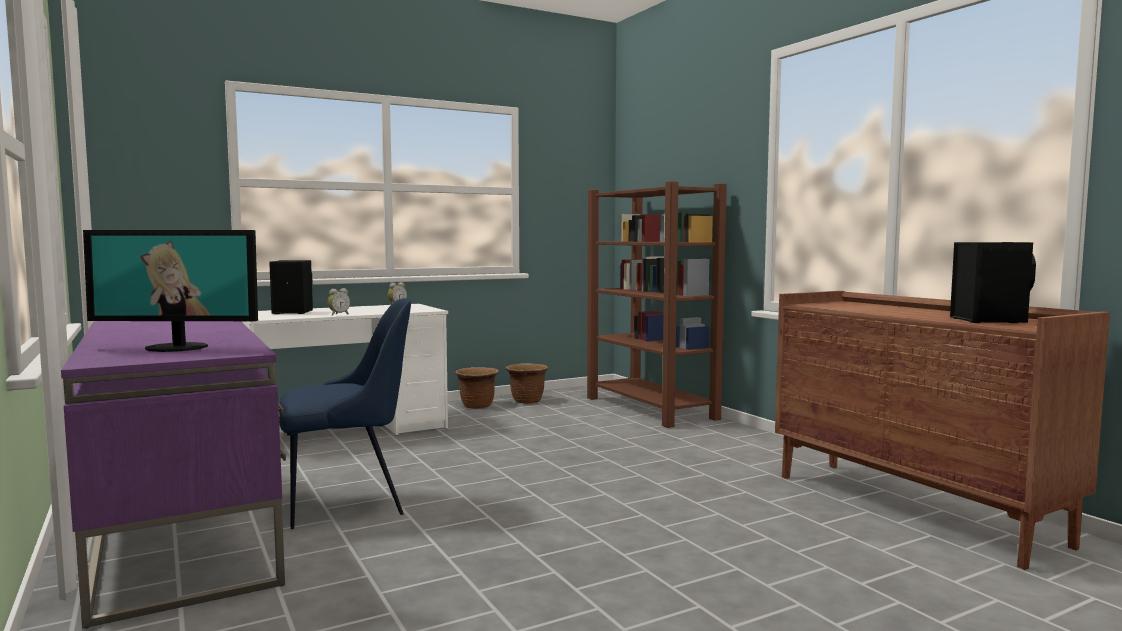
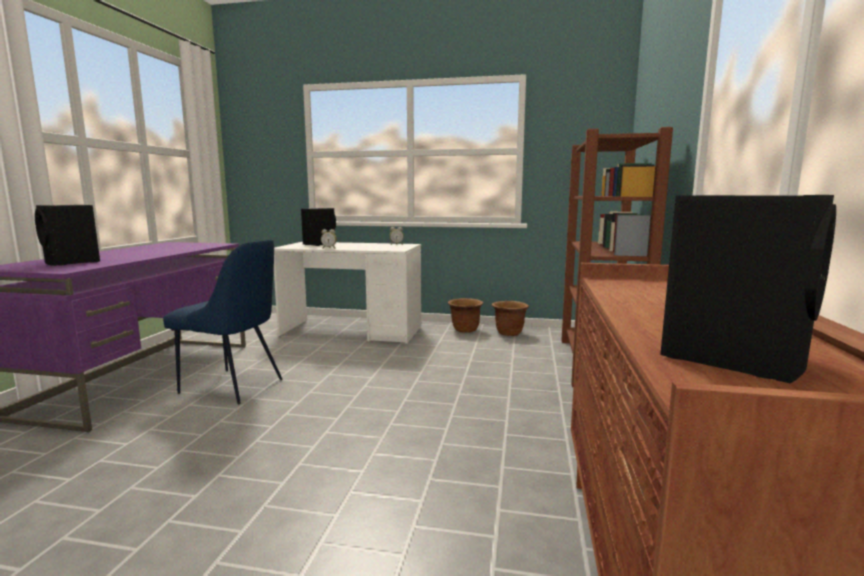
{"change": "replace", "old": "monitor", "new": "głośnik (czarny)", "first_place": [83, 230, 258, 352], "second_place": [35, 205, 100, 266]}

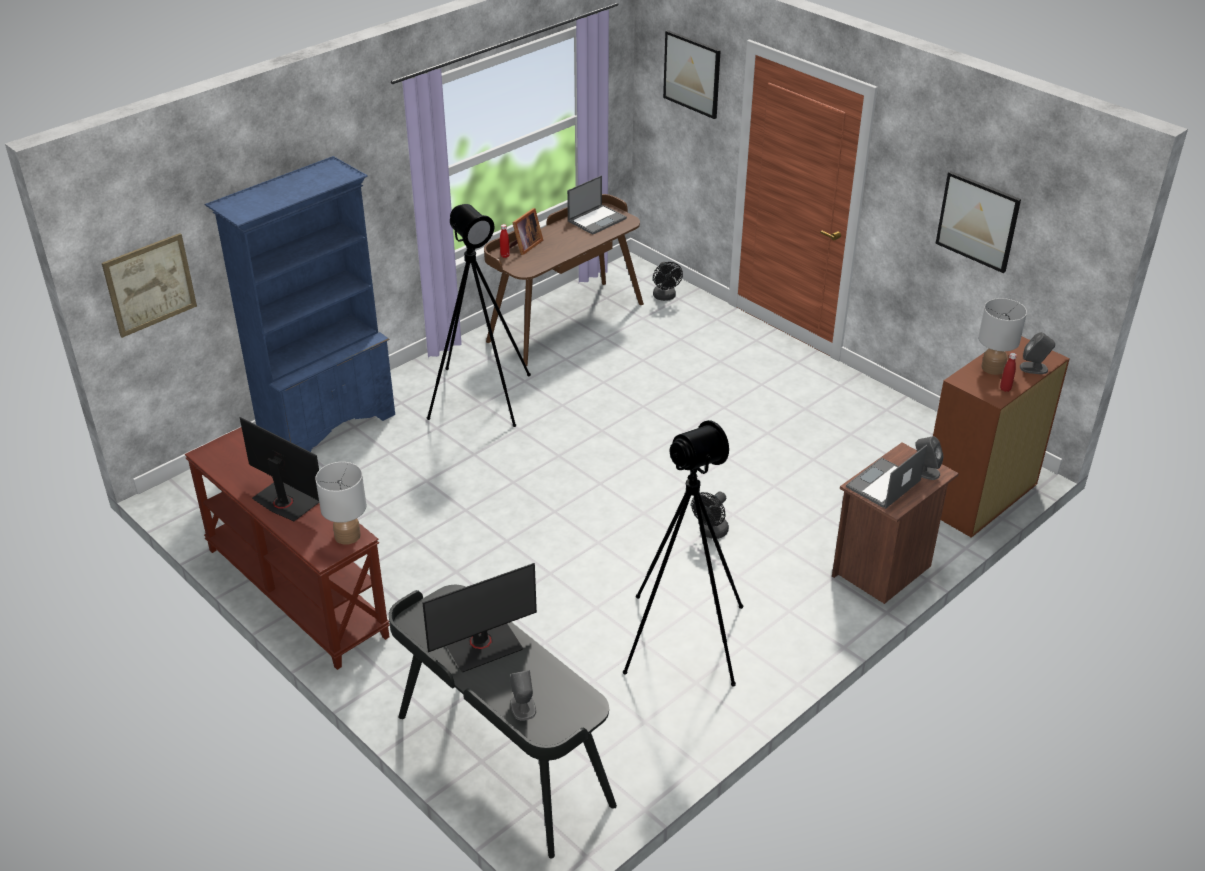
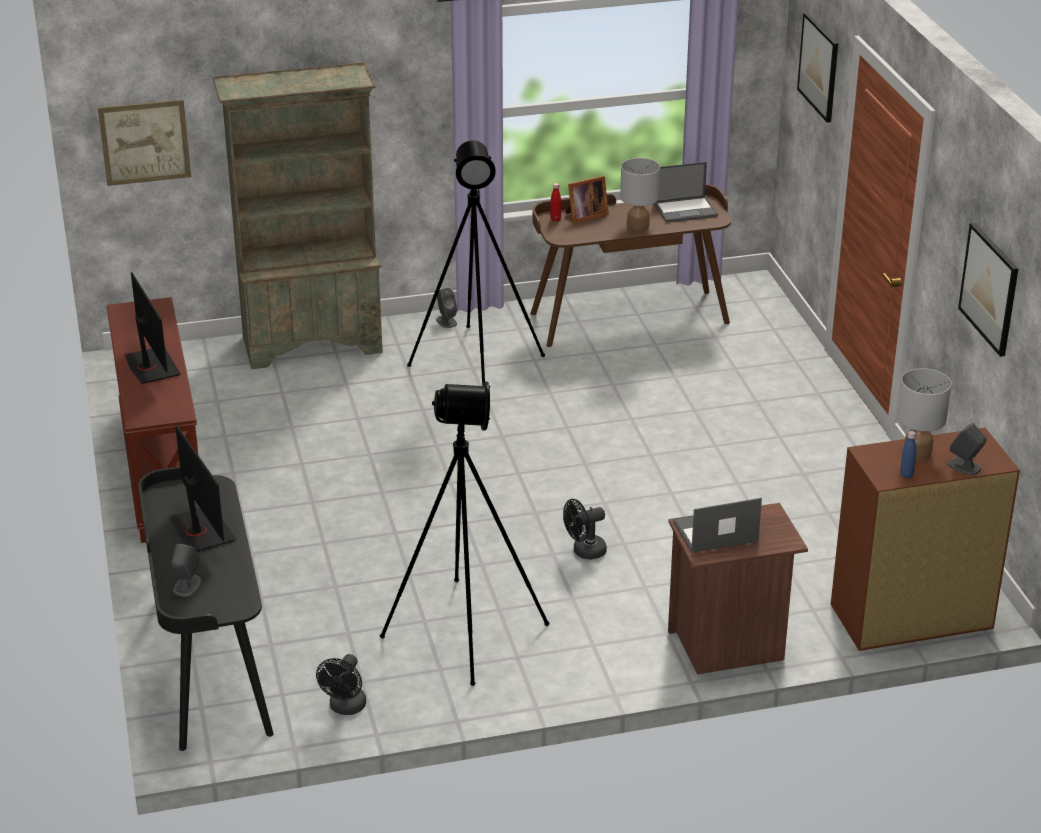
{"change": "recolor", "old": "regał (niebieski)", "new": "regał (zielony)", "first_place": [205, 156, 395, 452], "second_place": [212, 62, 383, 369]}
{"change": "move", "old": "lampa stołowa (szary)", "first_place": [315, 462, 366, 545], "second_place": [620, 158, 660, 231]}
{"change": "rotate", "old": "monitor", "first_place": [422, 563, 537, 672], "second_place": [170, 425, 236, 552], "degrees": -120}
{"change": "move", "old": "wentylator (czarny)", "first_place": [653, 262, 683, 301], "second_place": [316, 654, 366, 715]}
{"change": "move", "old": "głośnik (szary)", "first_place": [915, 436, 944, 480], "second_place": [436, 288, 457, 328]}
{"change": "recolor", "old": "butelka (czerwony)", "new": "butelka (niebieski)", "first_place": [1000, 353, 1017, 392], "second_place": [900, 431, 916, 478]}

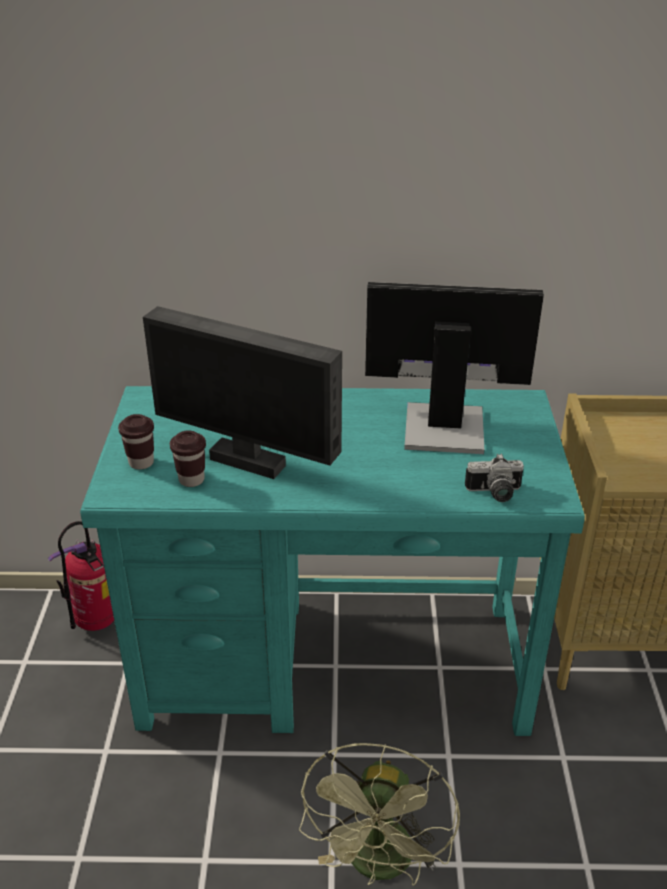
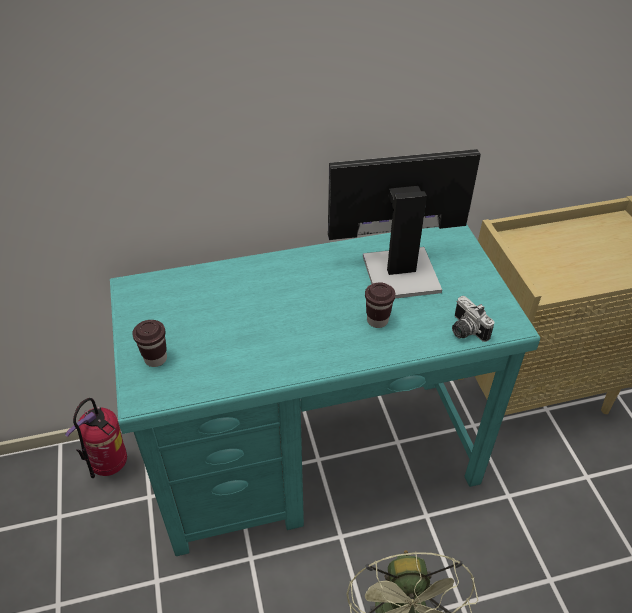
{"change": "delete", "old": "monitor", "first_place": [143, 306, 342, 479]}
{"change": "move", "old": "filiżanka (brązowy)", "first_place": [170, 430, 206, 487], "second_place": [365, 282, 395, 328]}
{"change": "rotate", "old": "aparat fotograficzny", "first_place": [465, 454, 524, 502], "second_place": [452, 296, 494, 342], "degrees": 75}

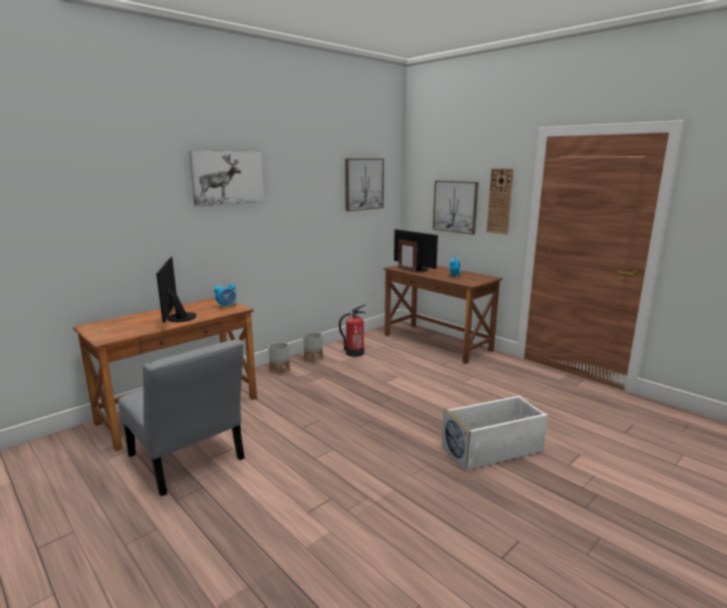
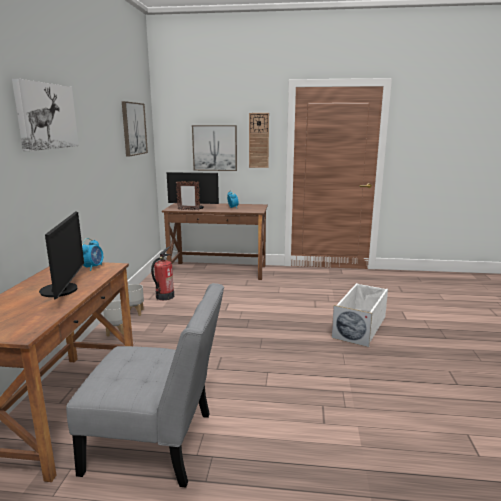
{"change": "rotate", "old": "monitor", "first_place": [156, 257, 197, 323], "second_place": [39, 211, 84, 300], "degrees": -135}

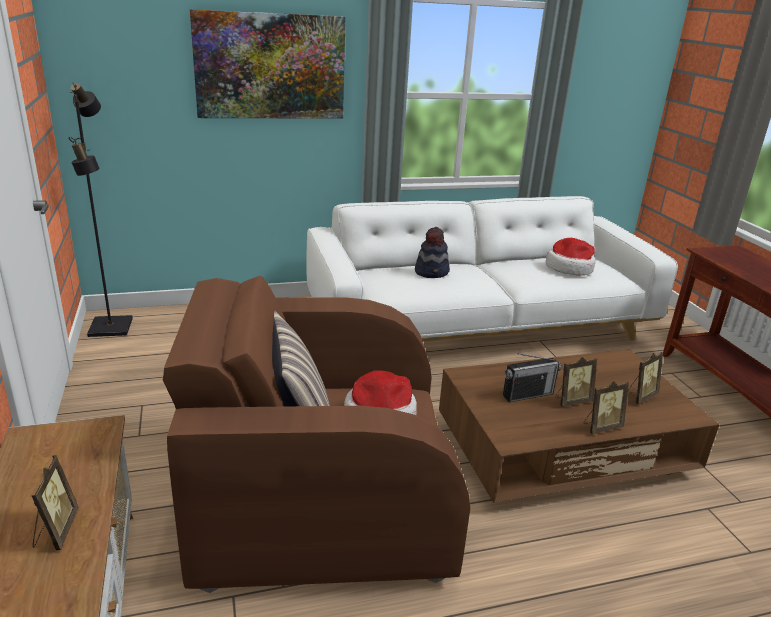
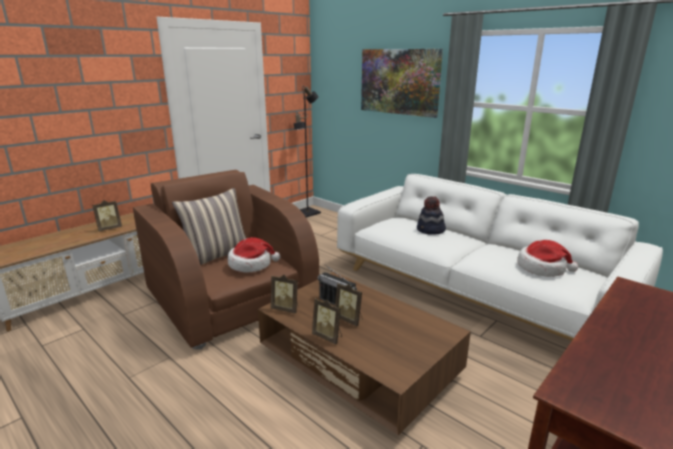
{"change": "move", "old": "ramka na zdjęcie", "first_place": [628, 352, 663, 404], "second_place": [271, 274, 299, 314]}

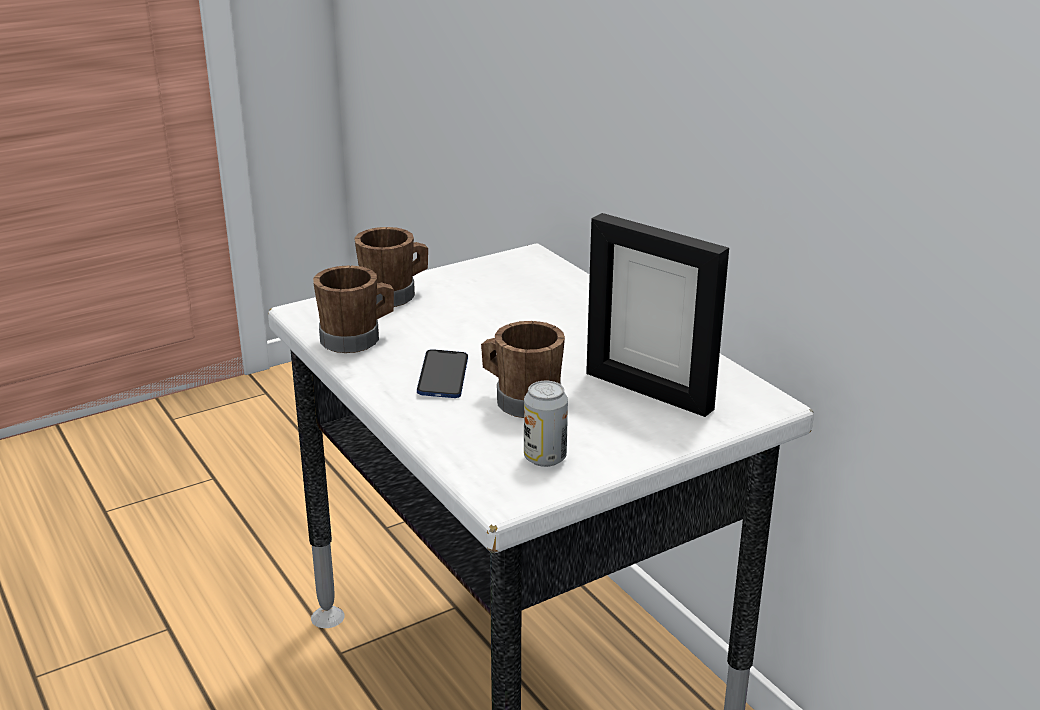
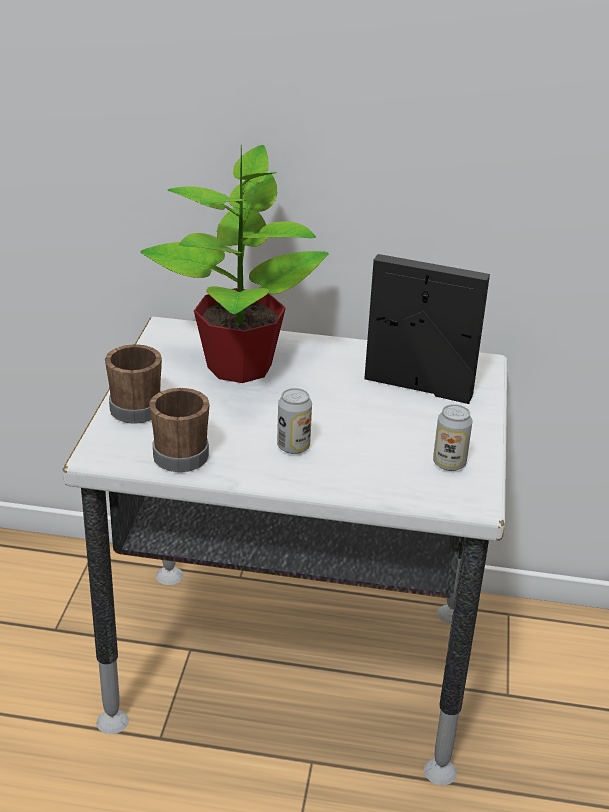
{"change": "replace", "old": "telefon", "new": "puszka", "first_place": [417, 349, 468, 398], "second_place": [277, 388, 312, 454]}
{"change": "delete", "old": "kubek (brązowy)", "first_place": [481, 321, 565, 418]}
{"change": "rotate", "old": "ramka na zdjęcie", "first_place": [586, 213, 729, 417], "second_place": [364, 254, 490, 404], "degrees": -150}
{"change": "insert", "new": "roślina doniczkowa", "second_place": [141, 145, 329, 383]}

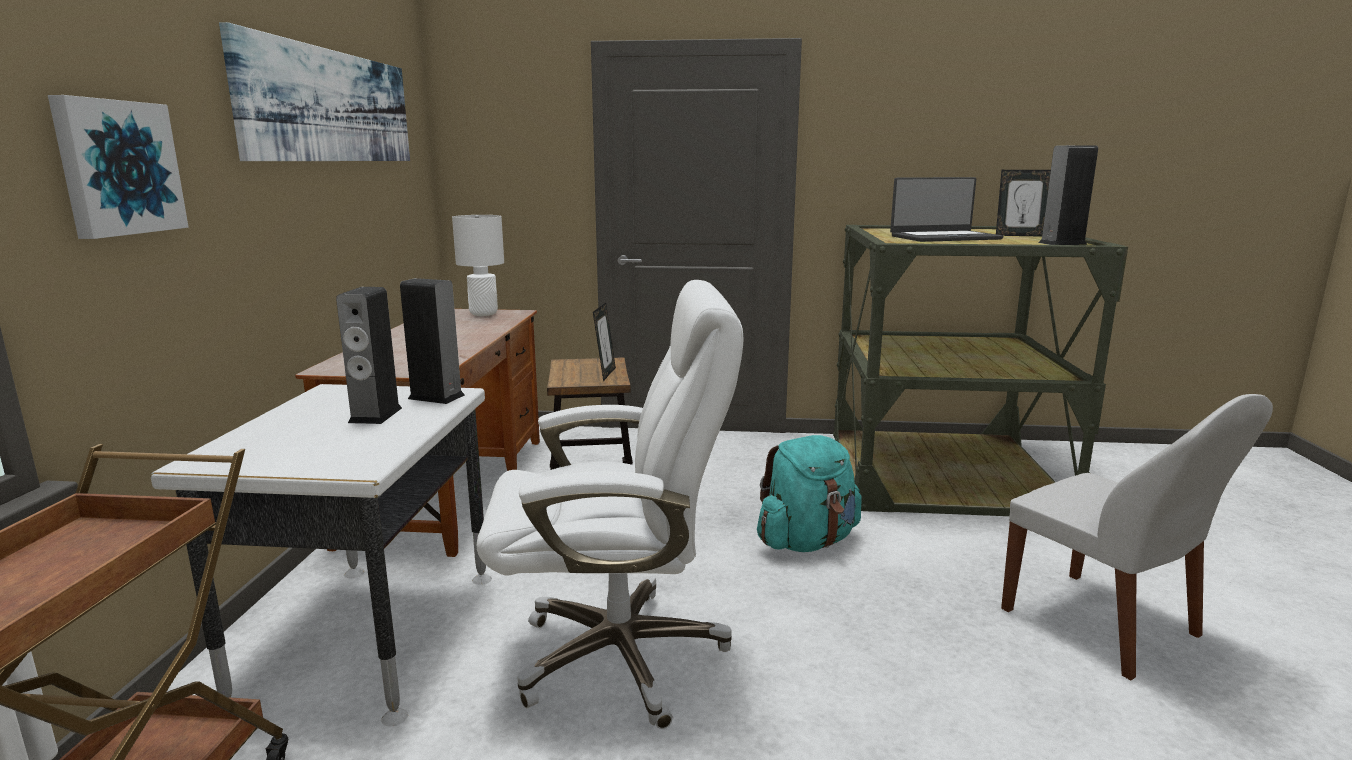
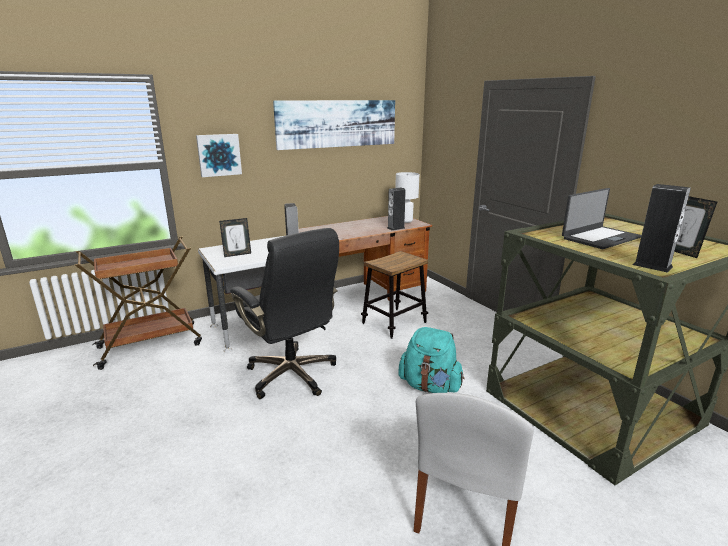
{"change": "move", "old": "głośnik", "first_place": [336, 287, 402, 424], "second_place": [387, 188, 406, 231]}
{"change": "recolor", "old": "krzesło biurowe (biały)", "new": "krzesło biurowe (czarny)", "first_place": [477, 280, 743, 729], "second_place": [230, 228, 339, 399]}
{"change": "move", "old": "ramka na zdjęcie", "first_place": [593, 303, 616, 381], "second_place": [219, 218, 251, 257]}
{"change": "rotate", "old": "laptop", "first_place": [890, 177, 1003, 242], "second_place": [562, 188, 642, 249], "degrees": -75}

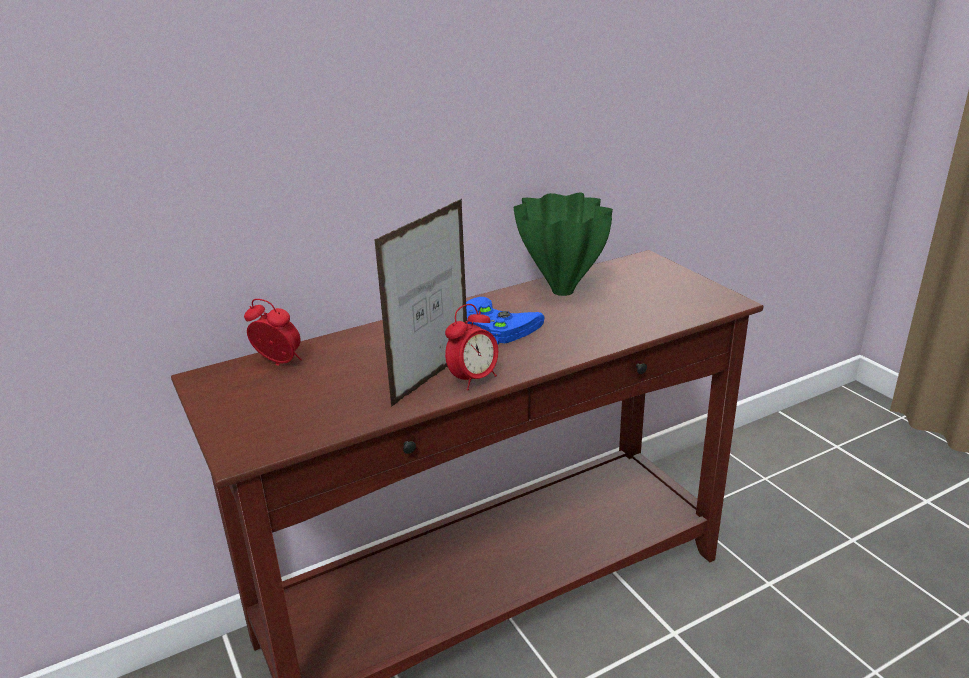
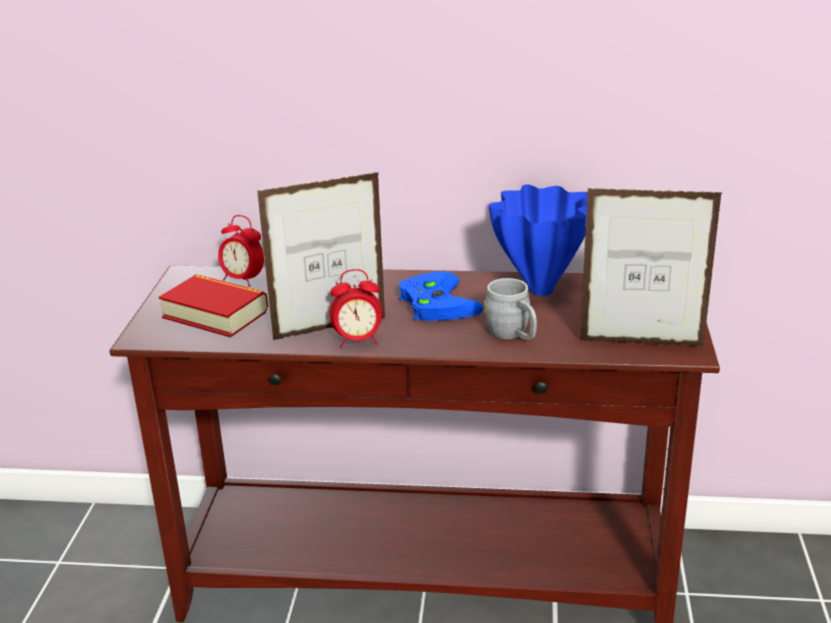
{"change": "rotate", "old": "budzik", "first_place": [244, 299, 302, 366], "second_place": [218, 215, 264, 287], "degrees": 150}
{"change": "recolor", "old": "wazon (zielony)", "new": "wazon (niebieski)", "first_place": [513, 193, 613, 296], "second_place": [489, 184, 587, 296]}
{"change": "insert", "new": "książka", "second_place": [159, 274, 268, 338]}
{"change": "insert", "new": "kubek (szary)", "second_place": [484, 278, 537, 340]}
{"change": "insert", "new": "ramka na zdjęcie", "second_place": [580, 188, 722, 347]}

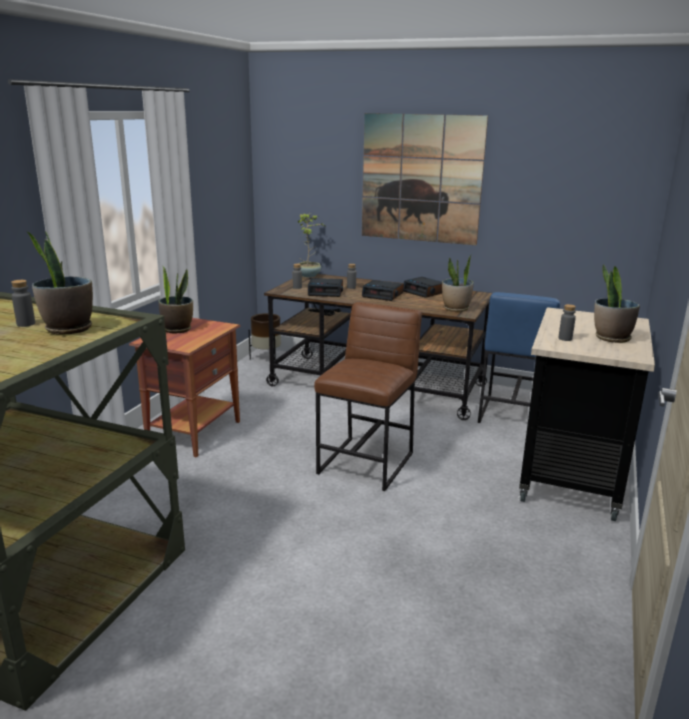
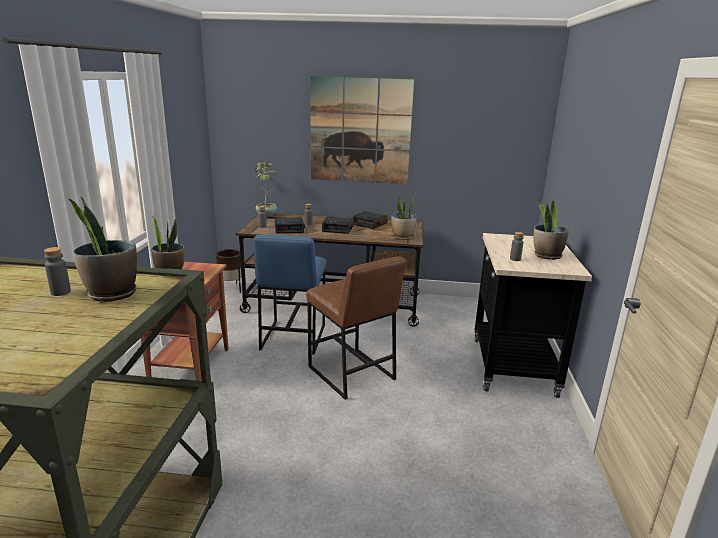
{"change": "rotate", "old": "krzesło (brązowy)", "first_place": [314, 302, 422, 491], "second_place": [306, 256, 406, 400], "degrees": 135}
{"change": "move", "old": "krzesło (niebieski)", "first_place": [478, 292, 560, 423], "second_place": [253, 235, 326, 355]}

